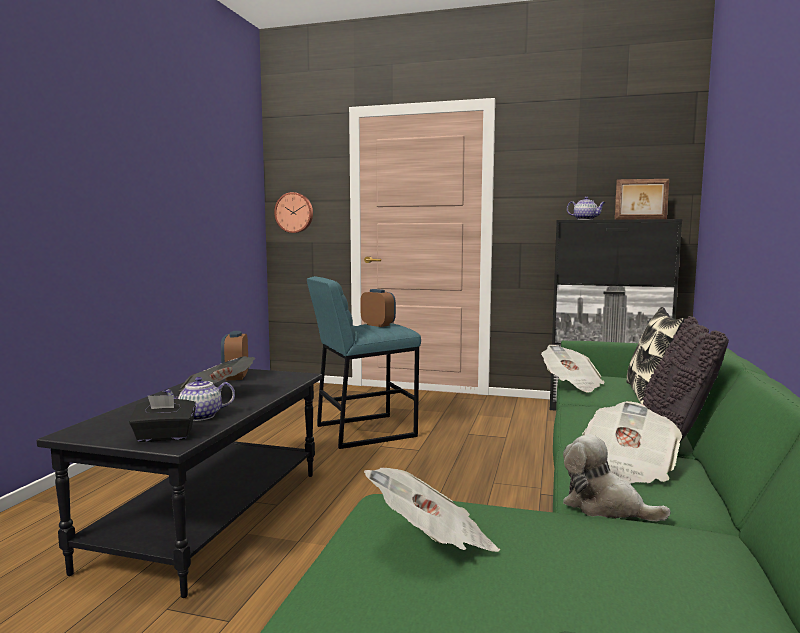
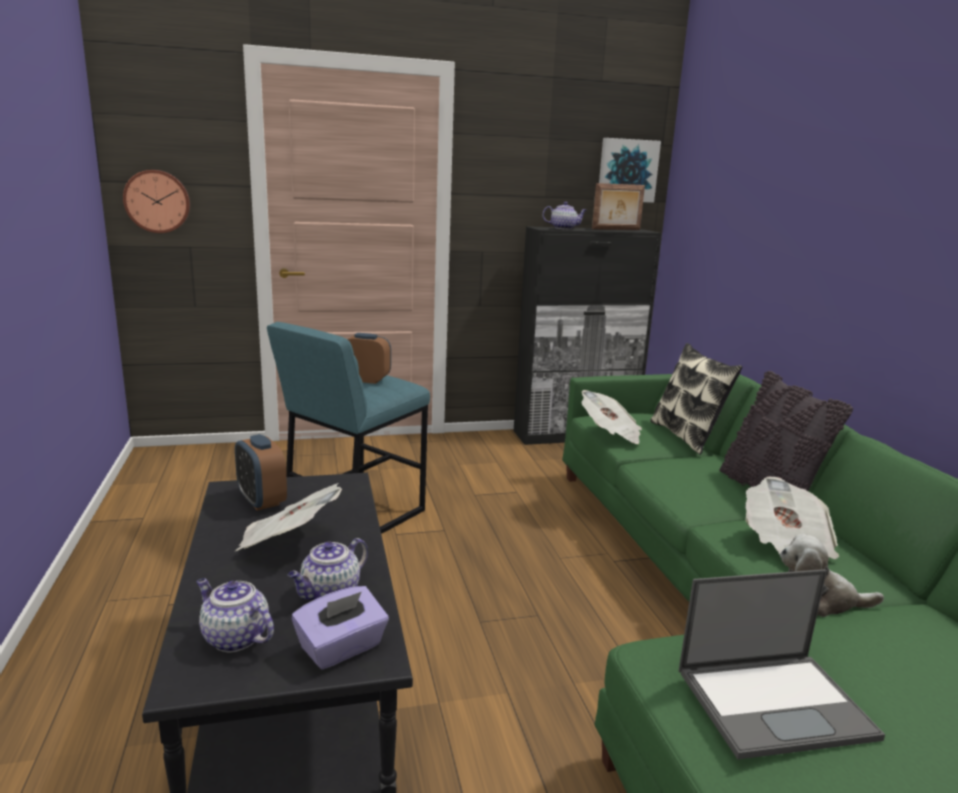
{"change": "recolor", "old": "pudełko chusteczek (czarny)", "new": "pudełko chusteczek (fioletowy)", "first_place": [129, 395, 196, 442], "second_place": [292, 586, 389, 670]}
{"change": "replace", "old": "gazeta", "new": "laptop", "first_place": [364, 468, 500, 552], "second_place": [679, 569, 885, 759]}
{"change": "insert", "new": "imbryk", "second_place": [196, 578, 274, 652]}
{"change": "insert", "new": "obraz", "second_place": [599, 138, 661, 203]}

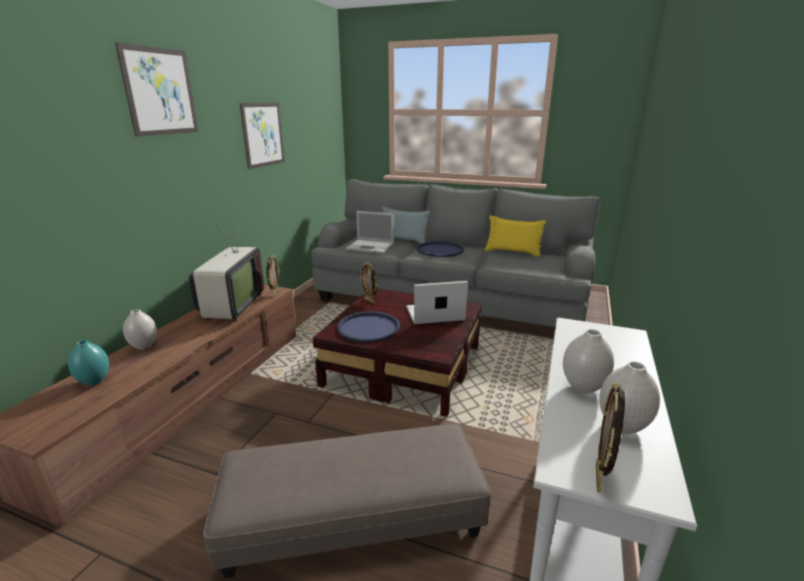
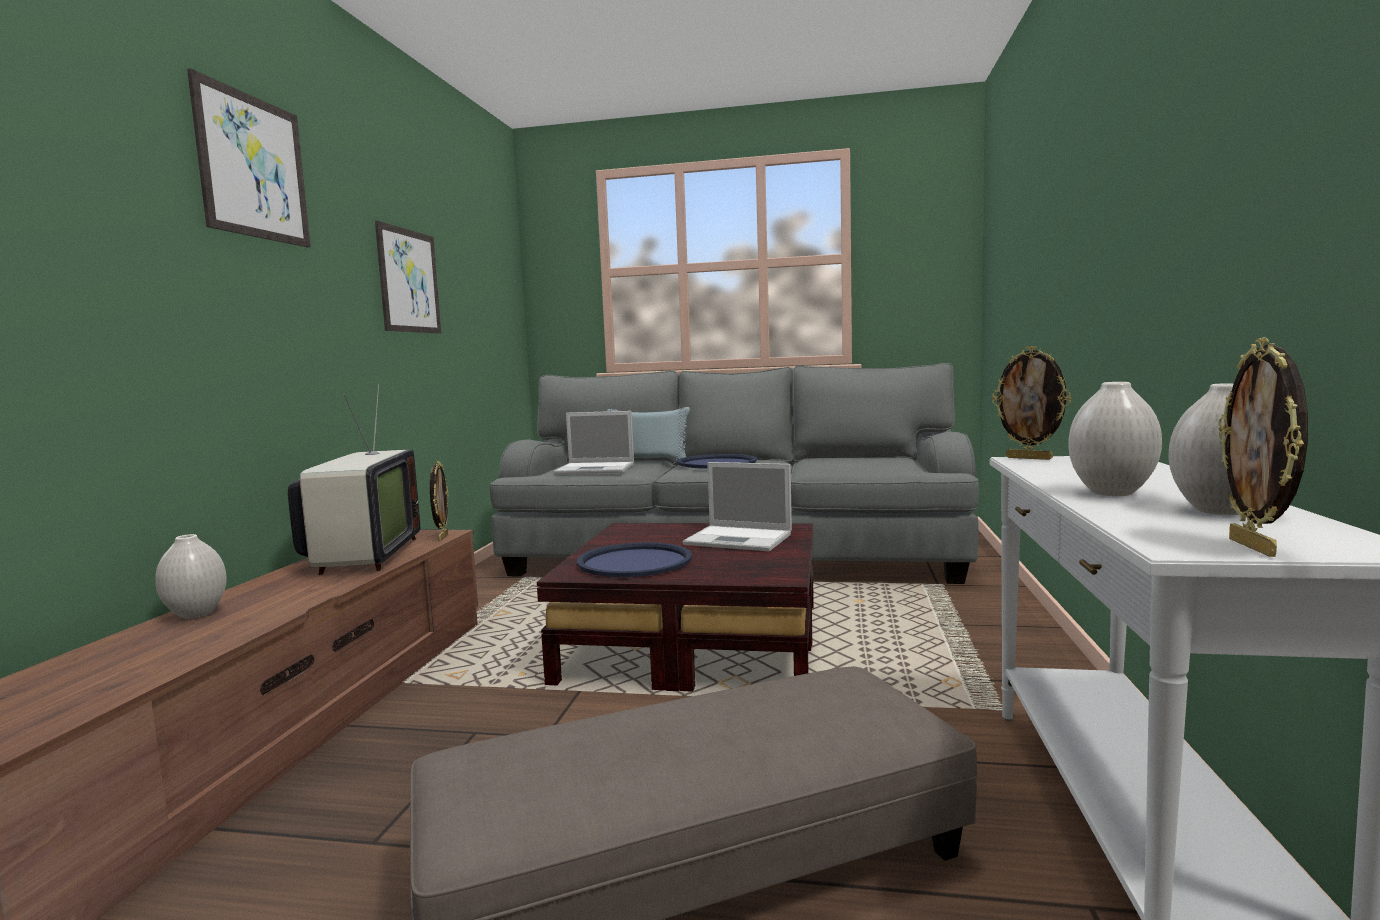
{"change": "delete", "old": "wazon (turkusowy)", "first_place": [68, 340, 109, 385]}
{"change": "move", "old": "ramka na zdjęcie", "first_place": [360, 262, 378, 304], "second_place": [992, 346, 1071, 460]}
{"change": "rotate", "old": "laptop", "first_place": [406, 281, 468, 324], "second_place": [683, 462, 792, 551], "degrees": -135}
{"change": "delete", "old": "poduszka (żółty)", "first_place": [484, 215, 546, 257]}

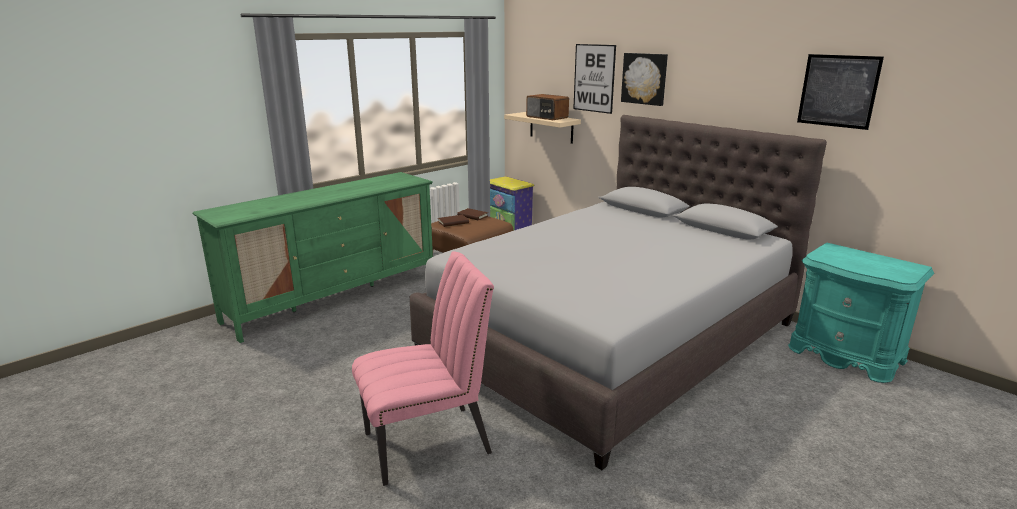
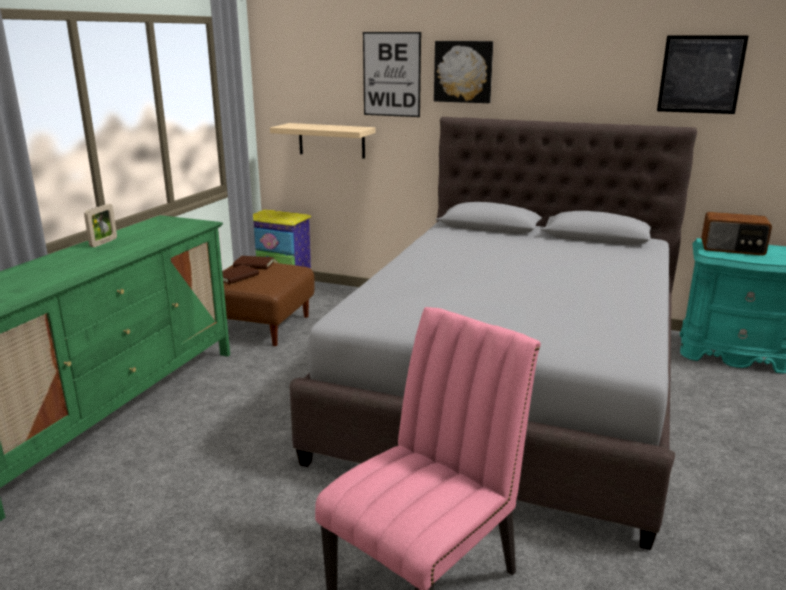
{"change": "move", "old": "radio", "first_place": [526, 94, 569, 120], "second_place": [701, 212, 772, 256]}
{"change": "insert", "new": "ramka na zdjęcie", "second_place": [84, 204, 117, 247]}

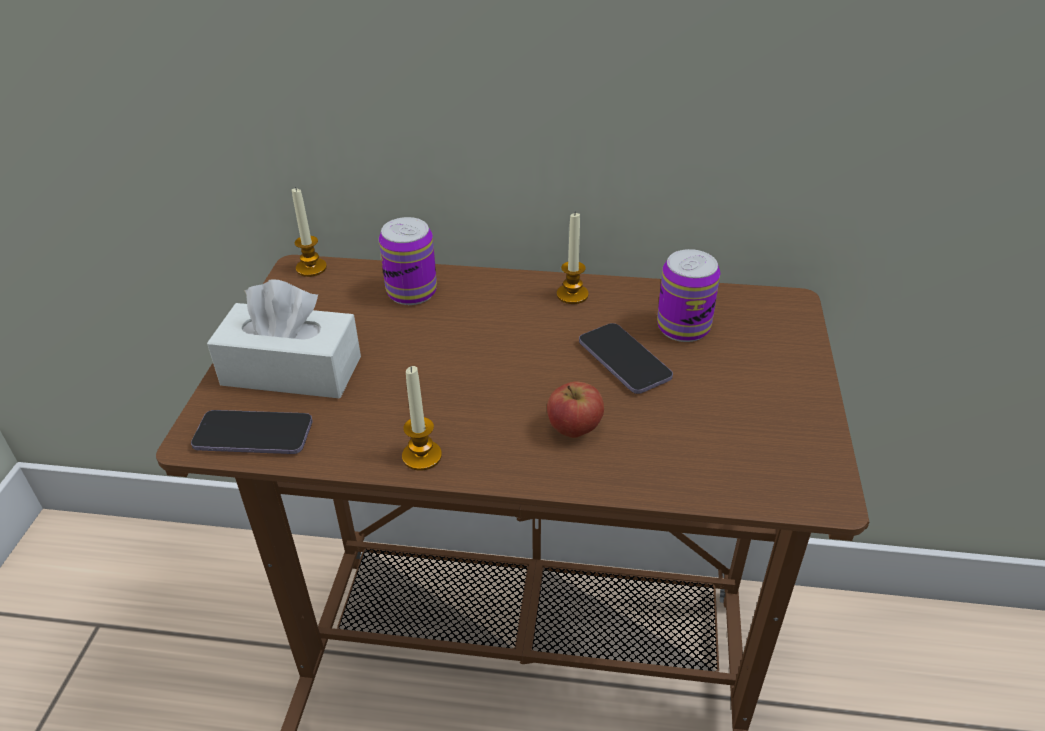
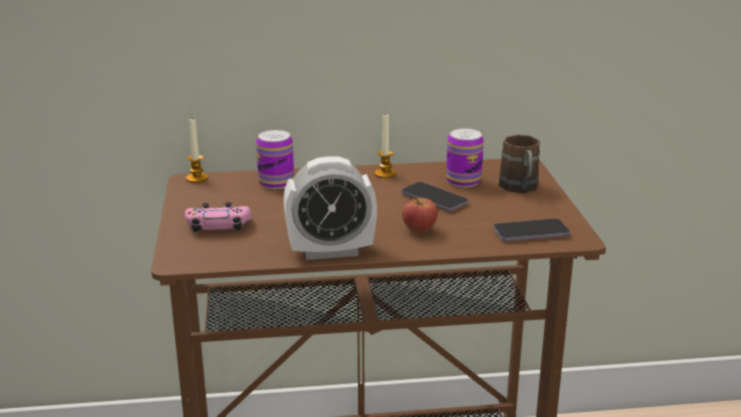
{"change": "move", "old": "telefon", "first_place": [191, 410, 313, 454], "second_place": [493, 218, 570, 241]}
{"change": "replace", "old": "pudełko chusteczek (biały)", "new": "pad do gier (różowy)", "first_place": [207, 279, 361, 399], "second_place": [185, 202, 251, 232]}
{"change": "replace", "old": "świeca", "new": "budzik", "first_place": [402, 366, 442, 471], "second_place": [283, 156, 377, 260]}
{"change": "insert", "new": "kubek (brązowy)", "second_place": [499, 135, 540, 193]}

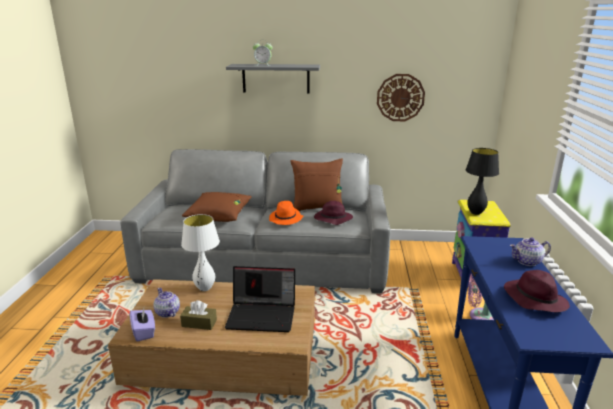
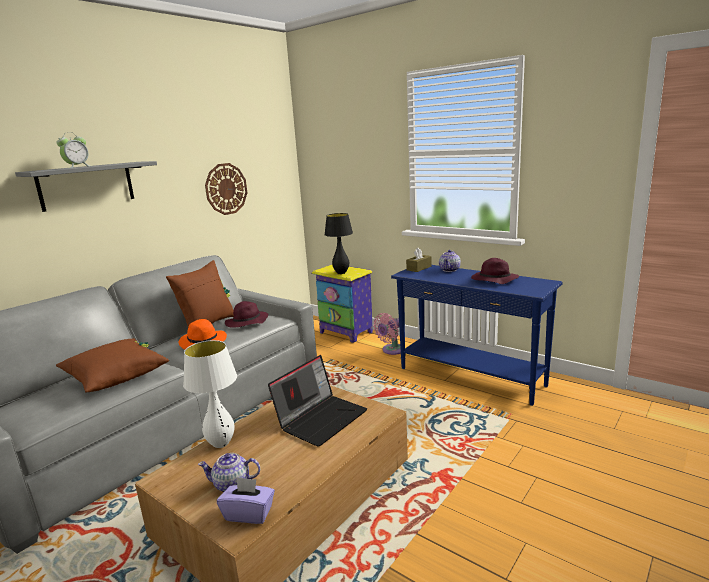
{"change": "move", "old": "pudełko chusteczek (brązowy)", "first_place": [180, 300, 217, 330], "second_place": [406, 248, 432, 272]}

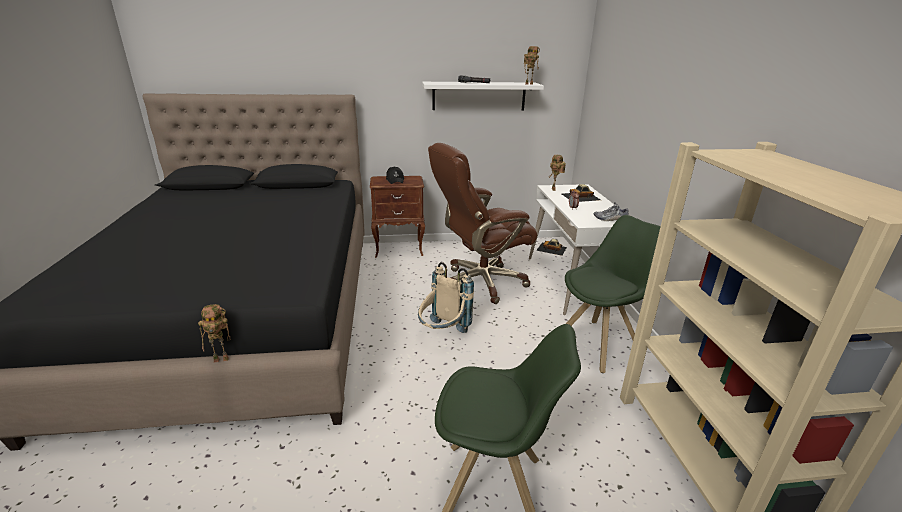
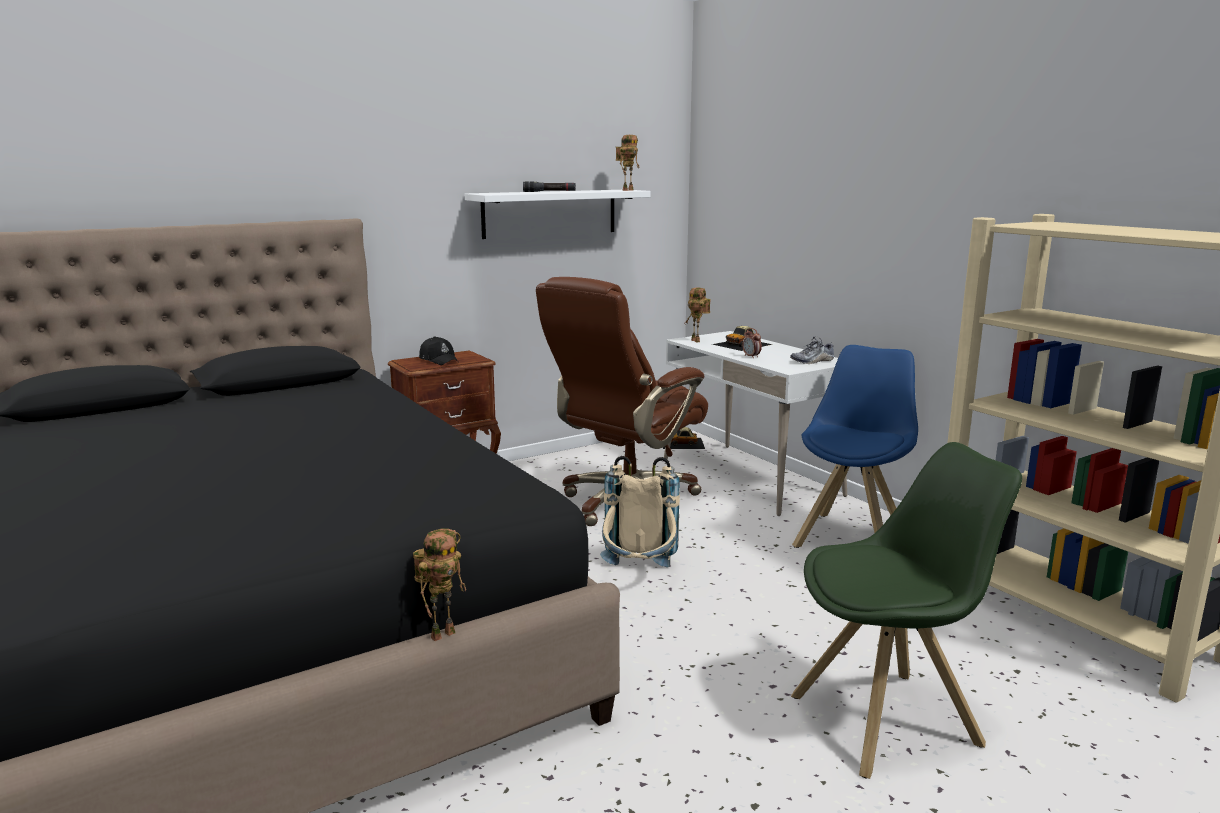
{"change": "recolor", "old": "krzesło (zielony)", "new": "krzesło (niebieski)", "first_place": [565, 215, 661, 373], "second_place": [792, 345, 918, 548]}

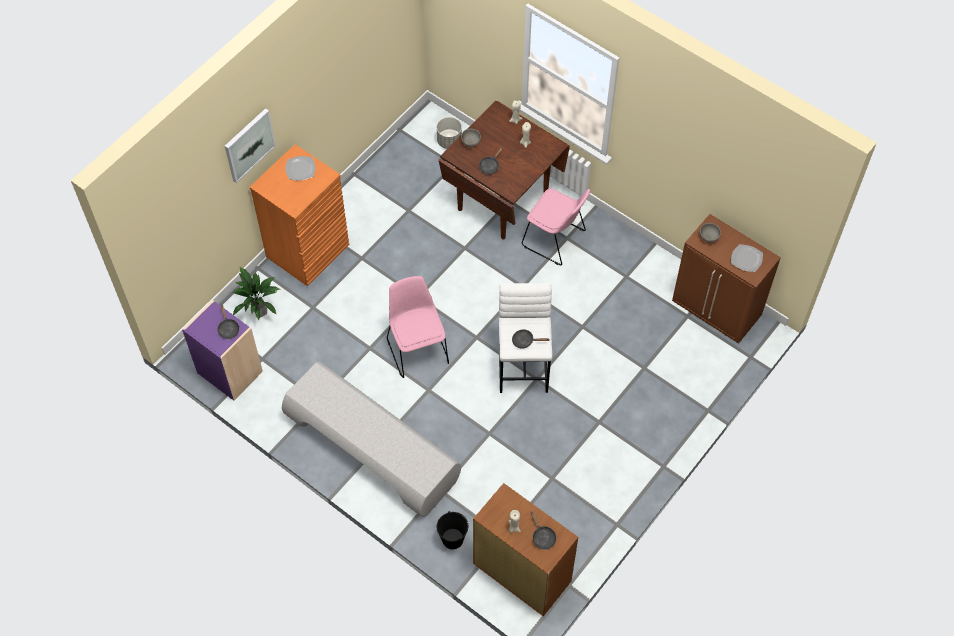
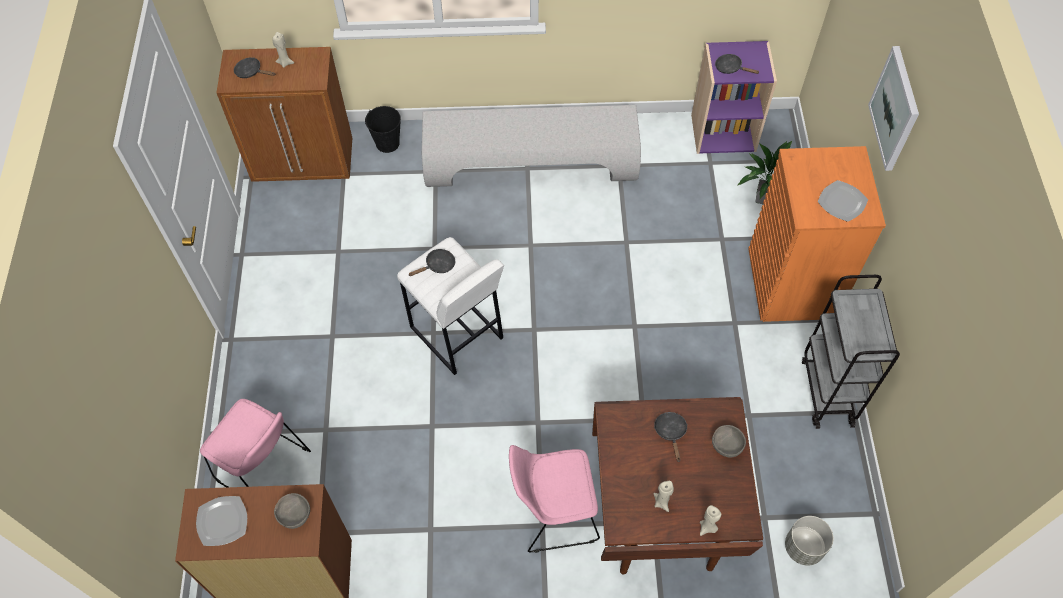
{"change": "move", "old": "krzesło (różowy)", "first_place": [387, 276, 449, 378], "second_place": [200, 399, 311, 487]}
{"change": "insert", "new": "wózek (szary)", "second_place": [802, 275, 900, 429]}

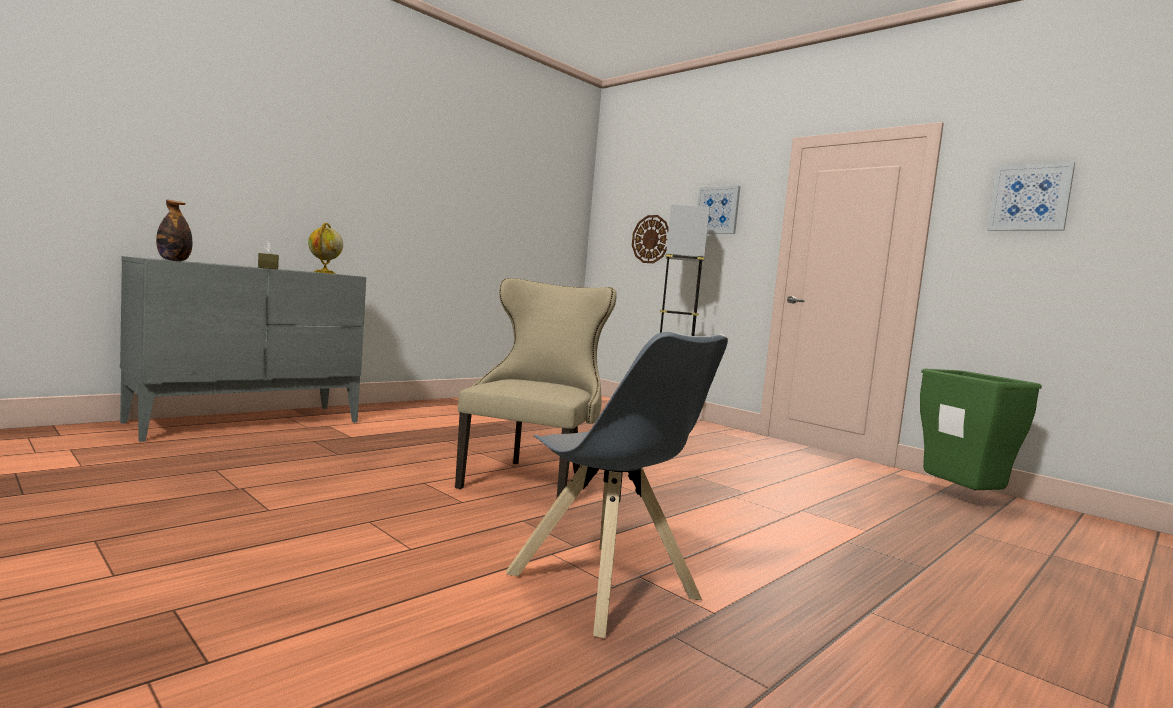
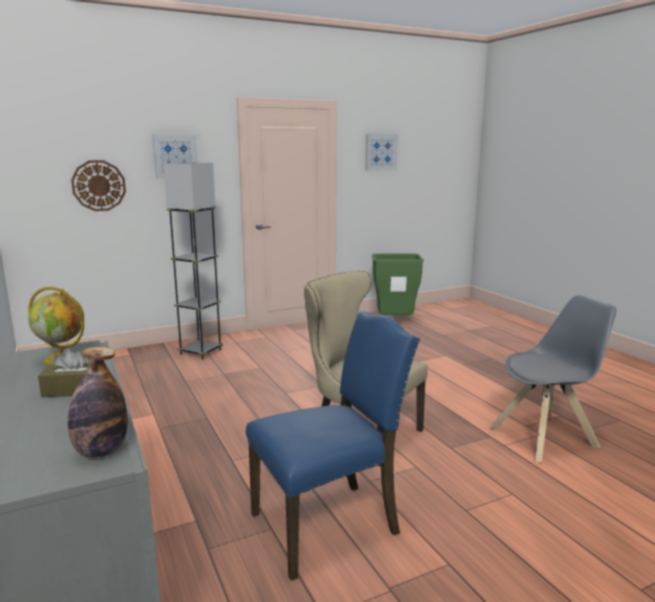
{"change": "insert", "new": "krzesło (niebieski)", "second_place": [246, 311, 420, 581]}

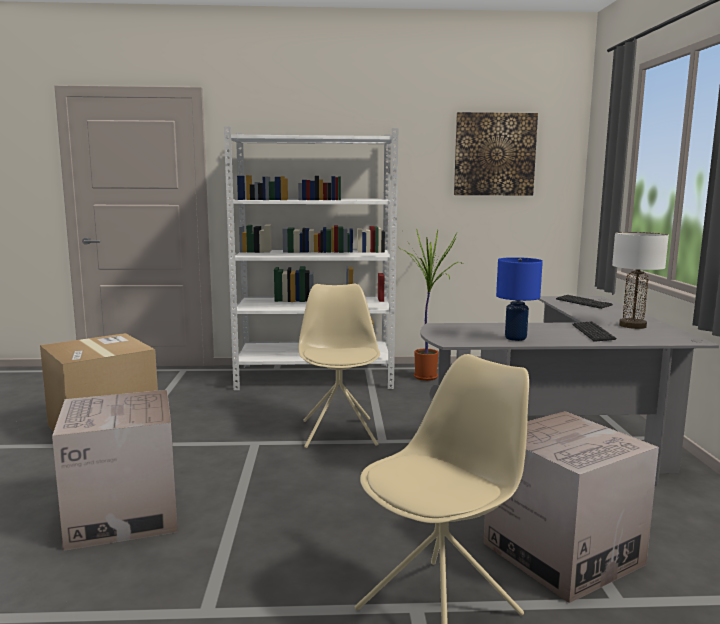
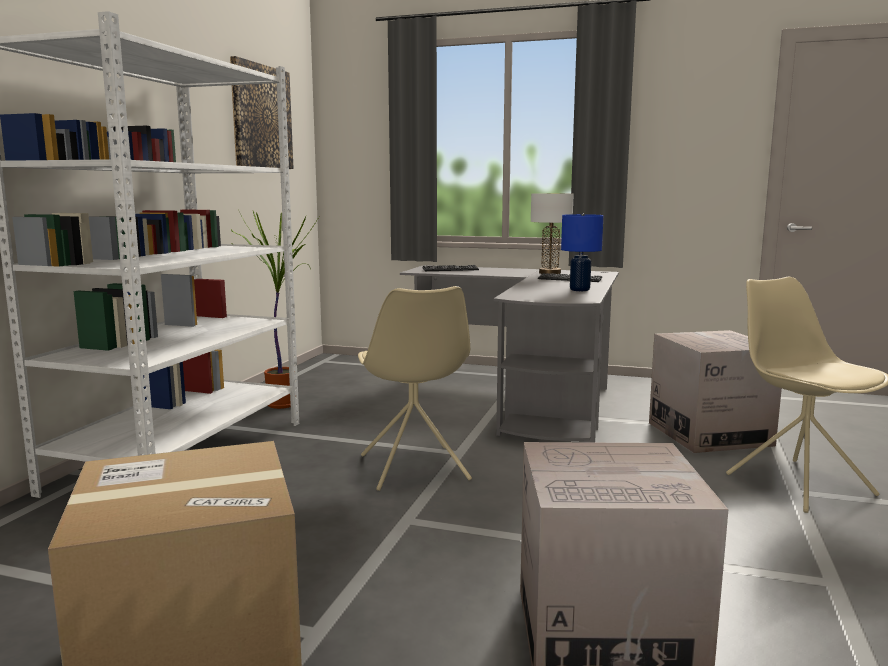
{"change": "rotate", "old": "krzesło (beżowy)", "first_place": [299, 284, 380, 448], "second_place": [358, 286, 472, 491], "degrees": -120}

